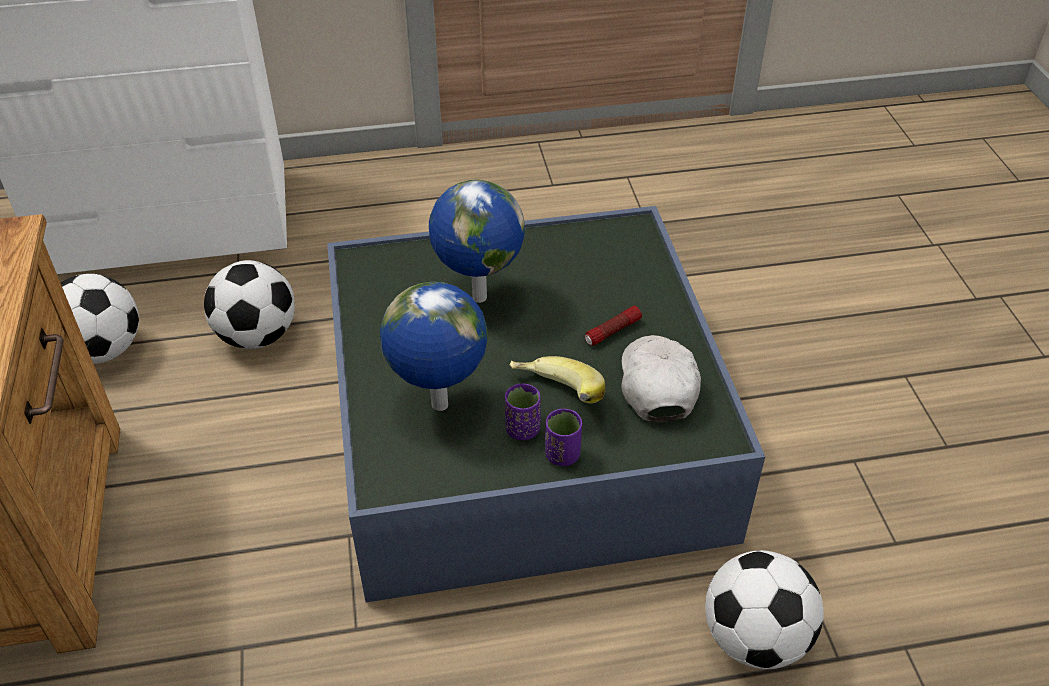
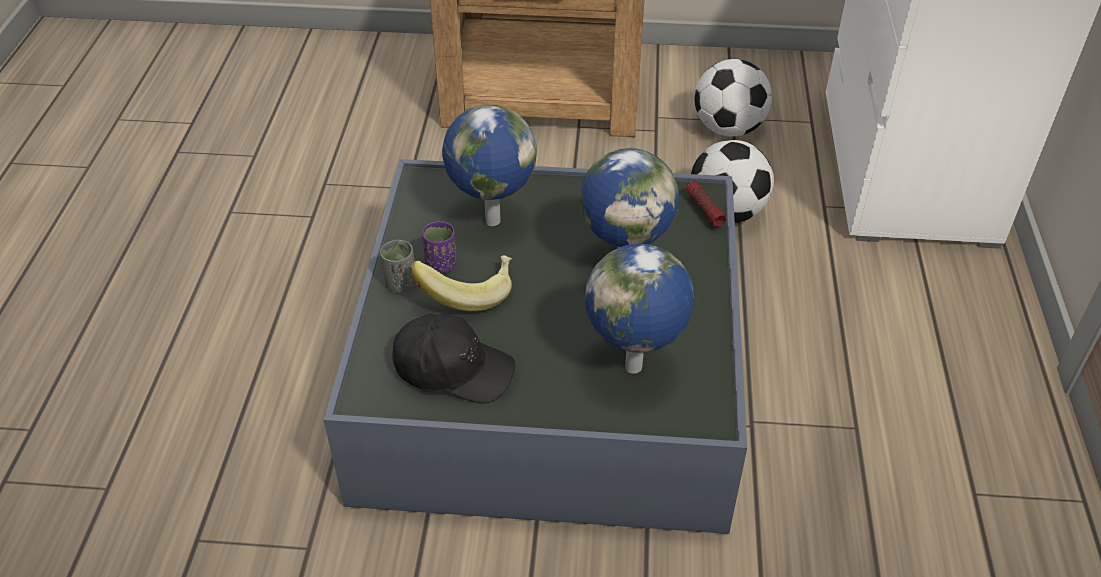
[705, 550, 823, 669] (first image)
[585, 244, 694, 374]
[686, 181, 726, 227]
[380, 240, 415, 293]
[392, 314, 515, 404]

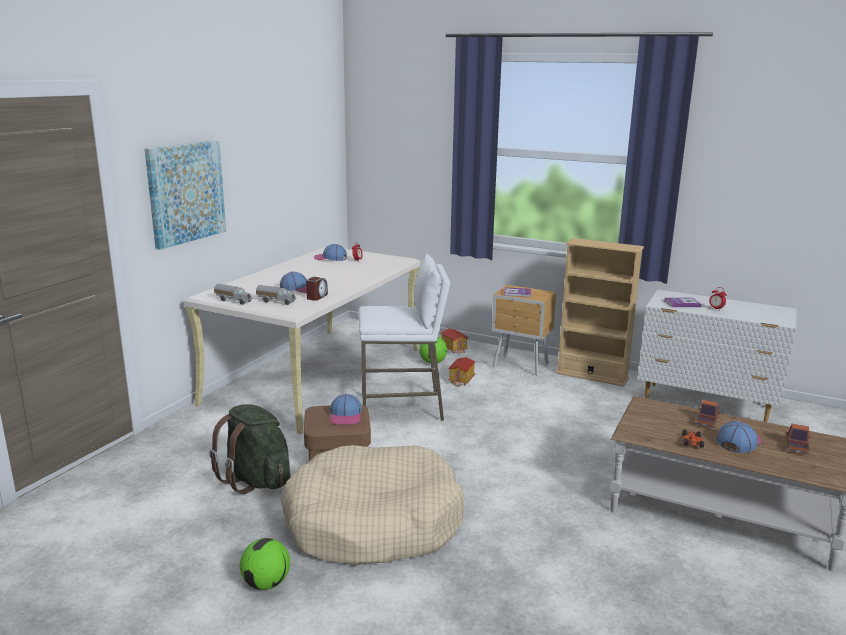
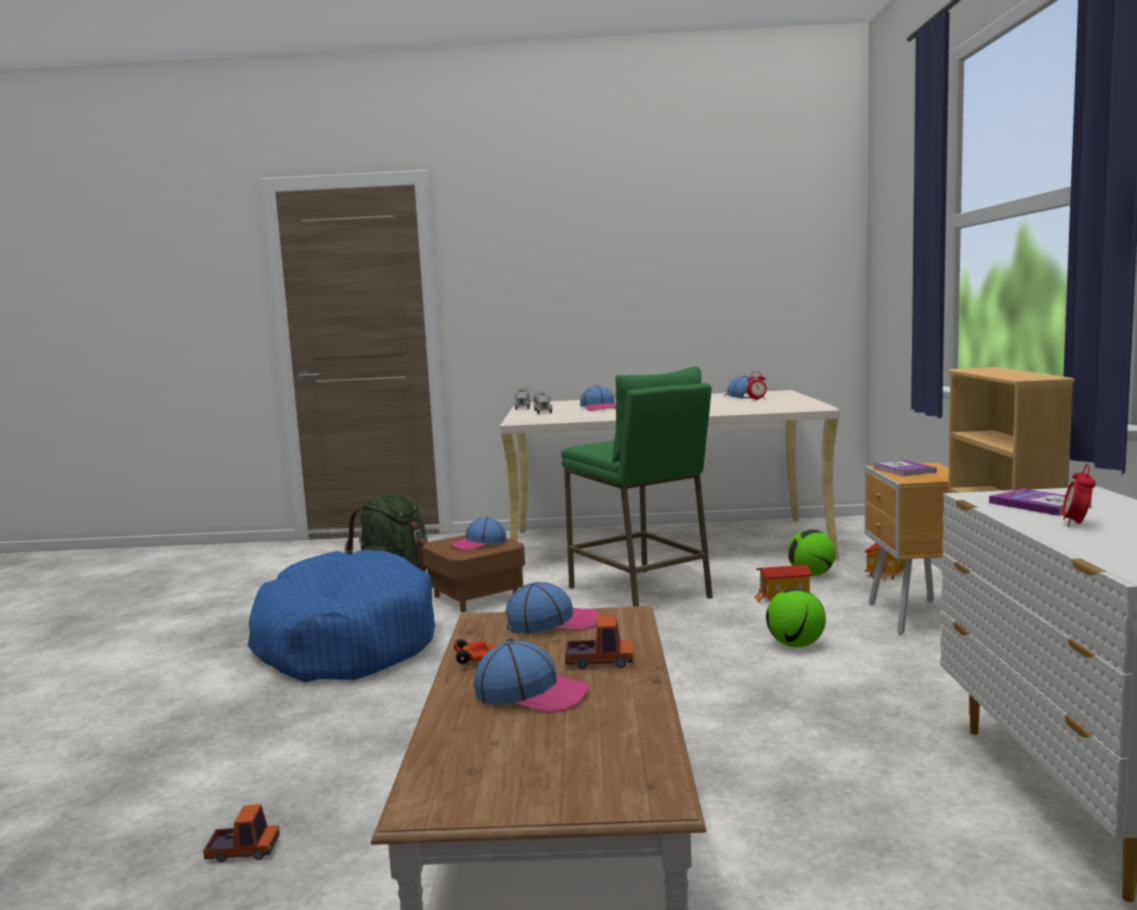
[145, 140, 226, 250] (first image)
[306, 277, 328, 301] (first image)
[505, 582, 600, 634]
[766, 588, 826, 647]
[203, 804, 280, 863]
[248, 550, 435, 682]
[561, 367, 713, 607]

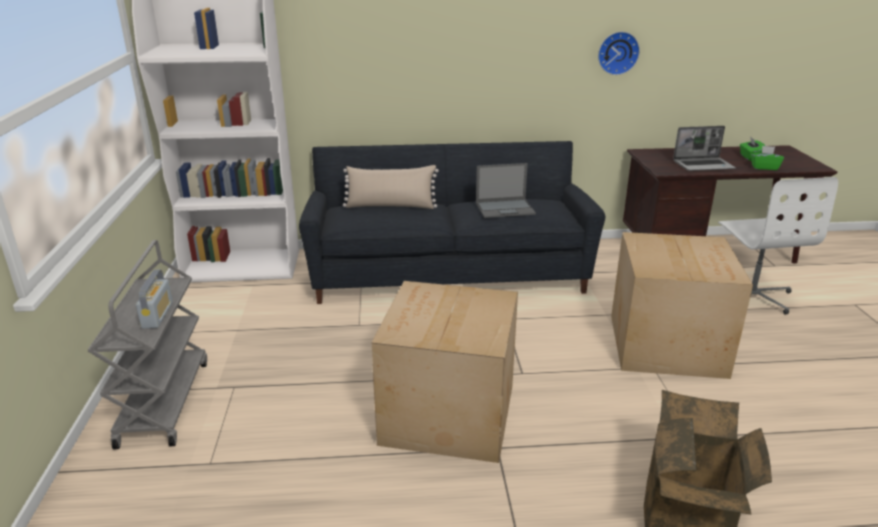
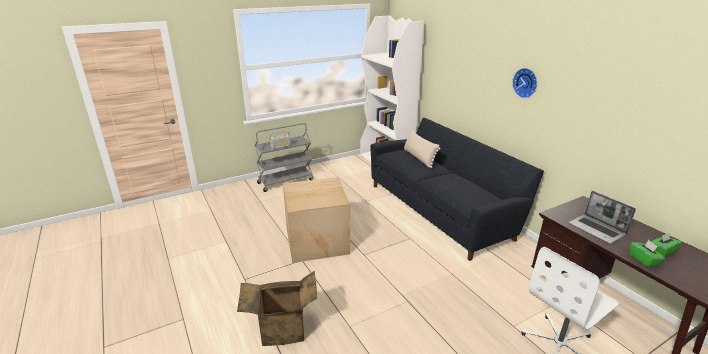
[476, 163, 536, 218] (first image)
[611, 232, 753, 379] (first image)
[512, 68, 537, 98]

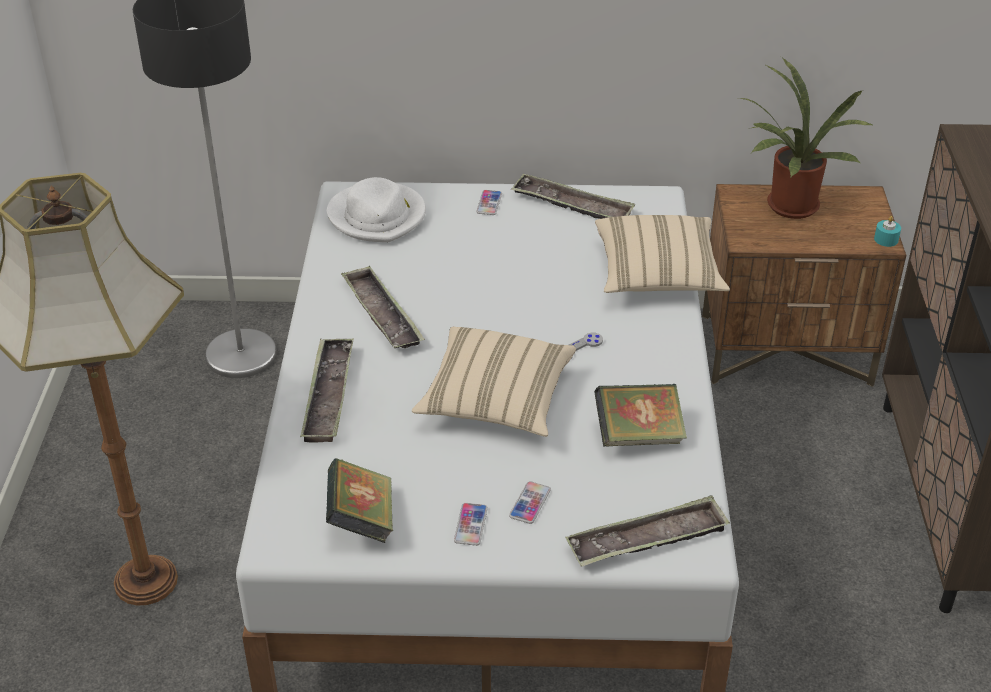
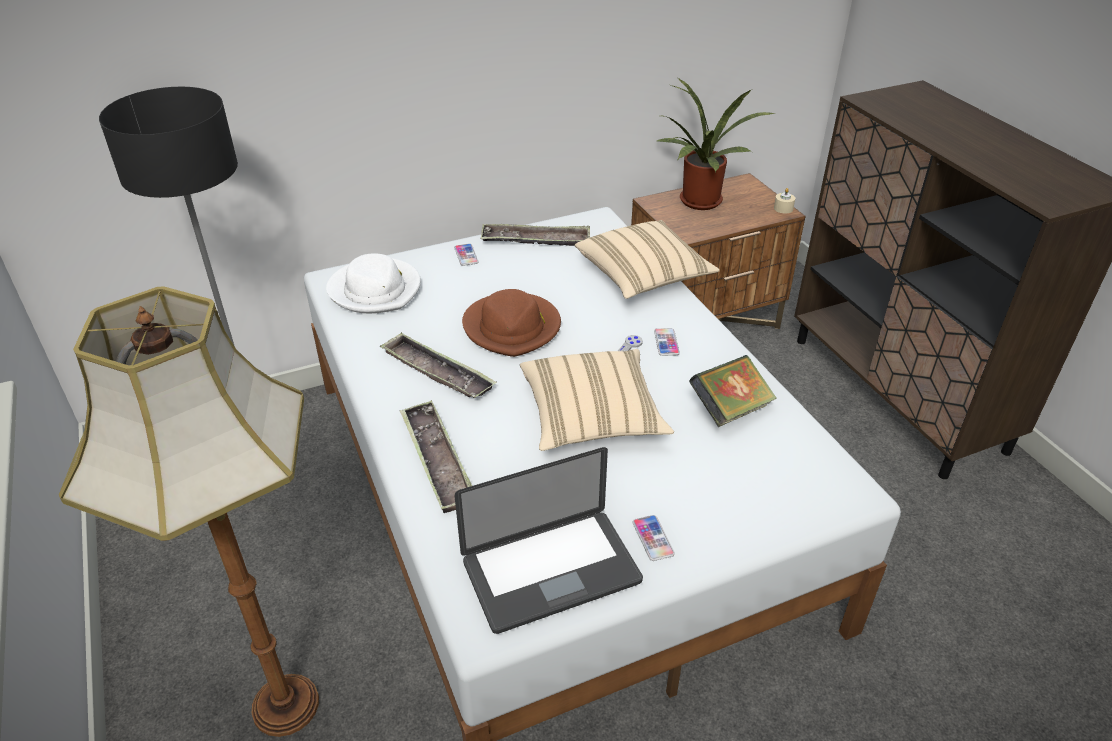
[565, 495, 730, 566] (first image)
[462, 289, 561, 357]
[654, 328, 680, 356]
[455, 447, 643, 634]
[774, 188, 795, 214]

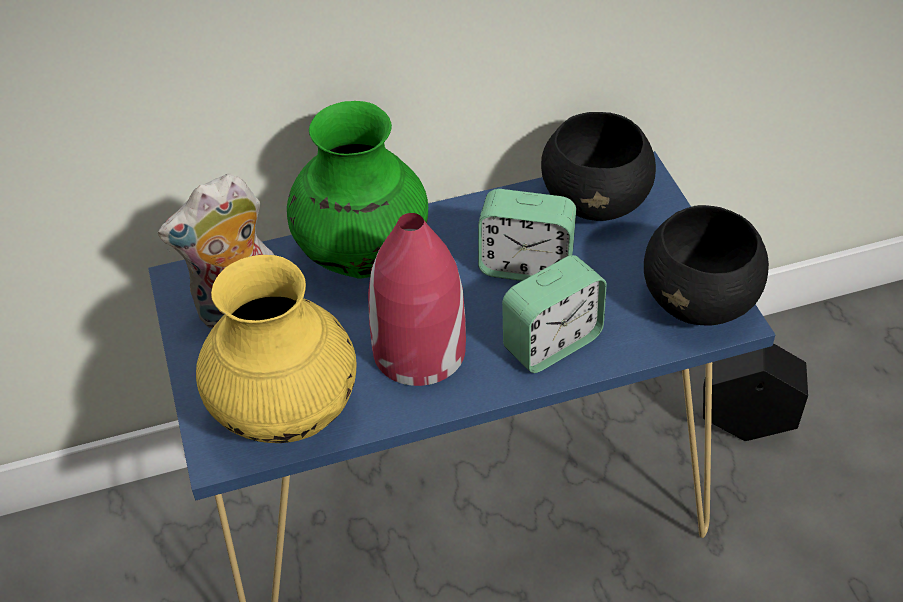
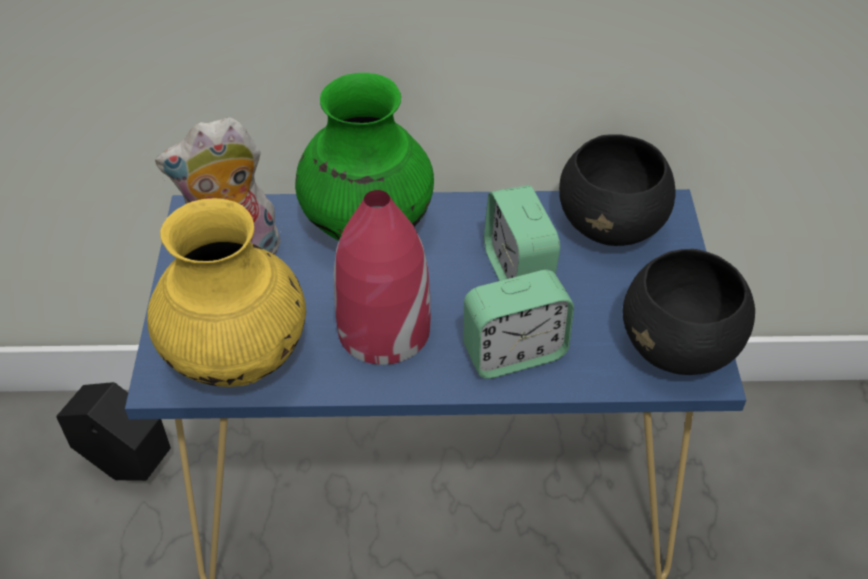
[56, 382, 171, 481]
[484, 185, 560, 281]

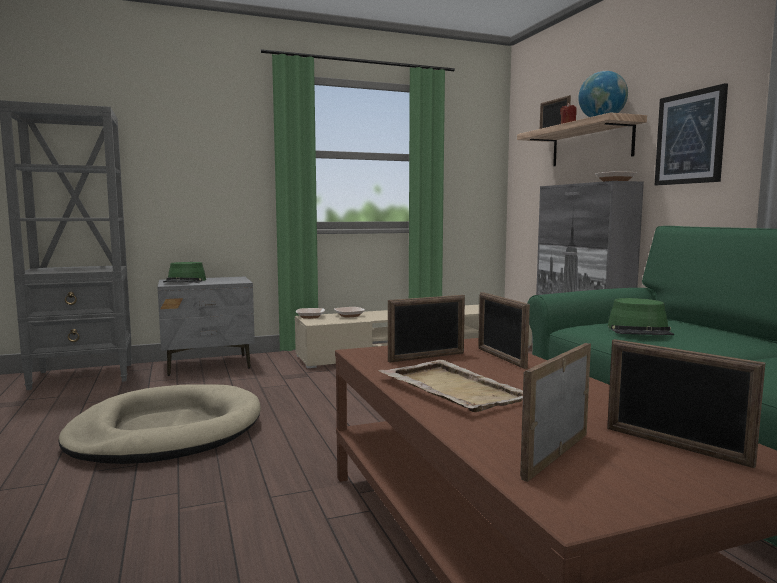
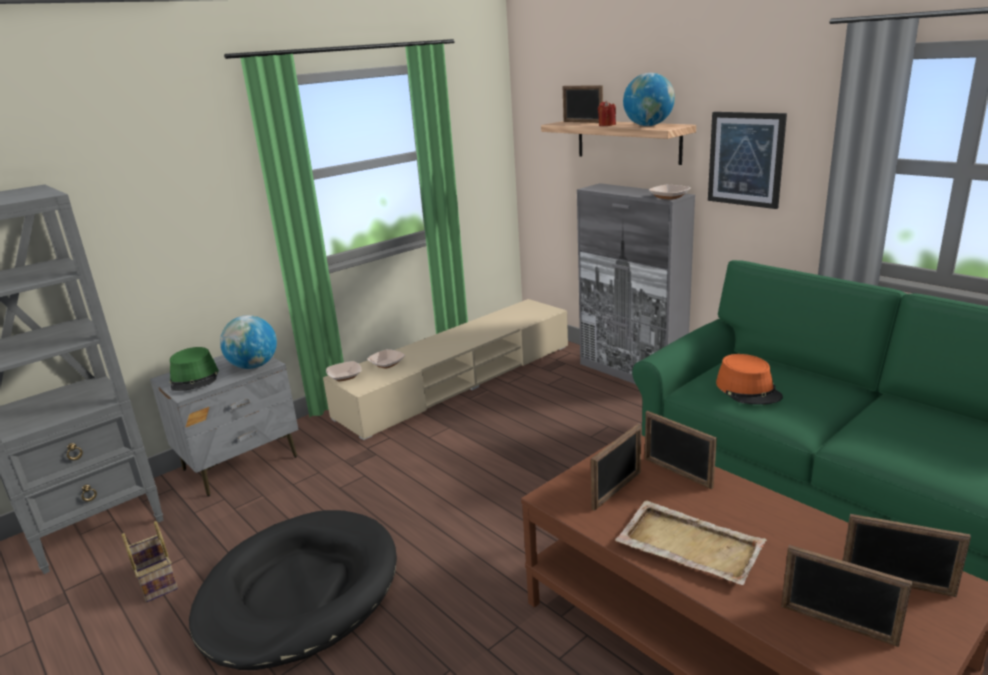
[122, 521, 178, 602]
[220, 315, 277, 369]
[189, 510, 397, 670]
[716, 354, 783, 405]
[781, 545, 912, 647]

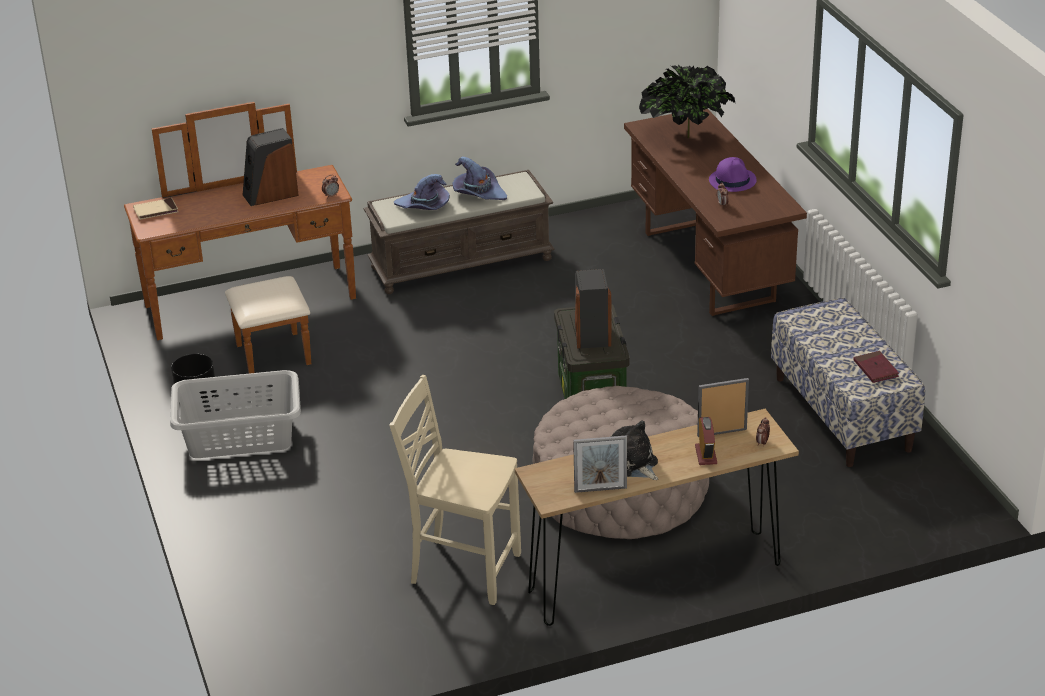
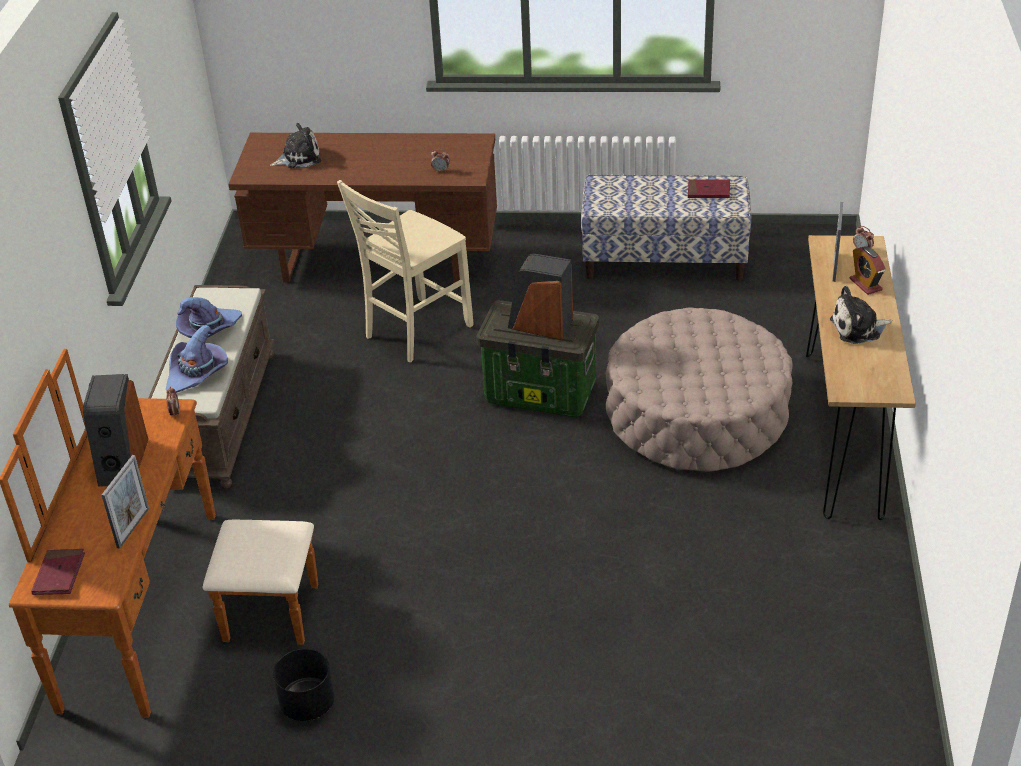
[170, 370, 301, 458] (first image)
[709, 157, 757, 192] (first image)
[337, 180, 473, 362]
[102, 455, 149, 549]
[270, 123, 321, 168]
[31, 549, 85, 595]
[849, 246, 886, 295]

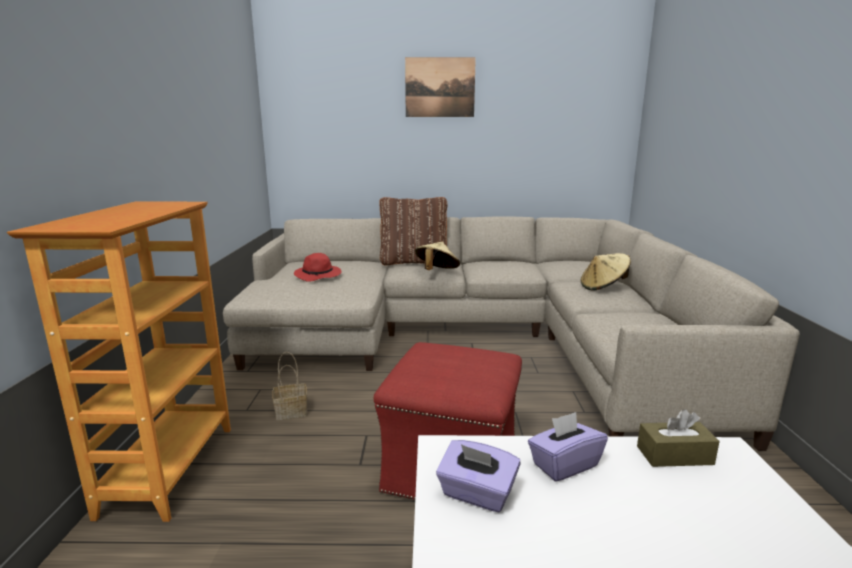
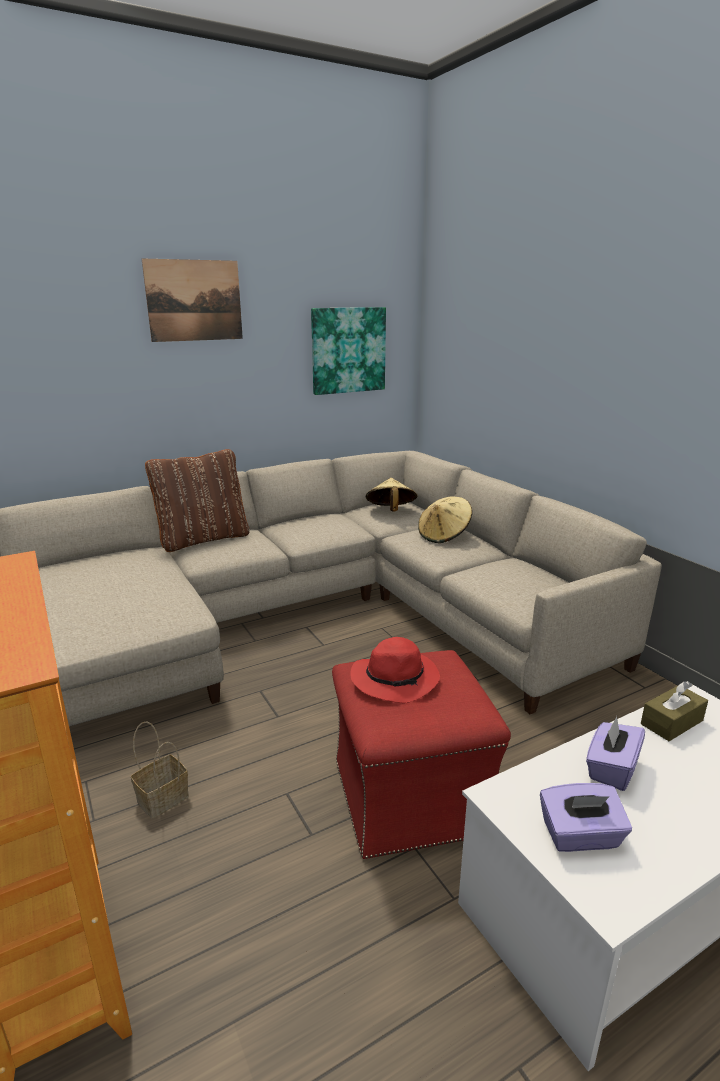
[311, 307, 386, 395]
[350, 637, 440, 703]
[366, 478, 417, 512]

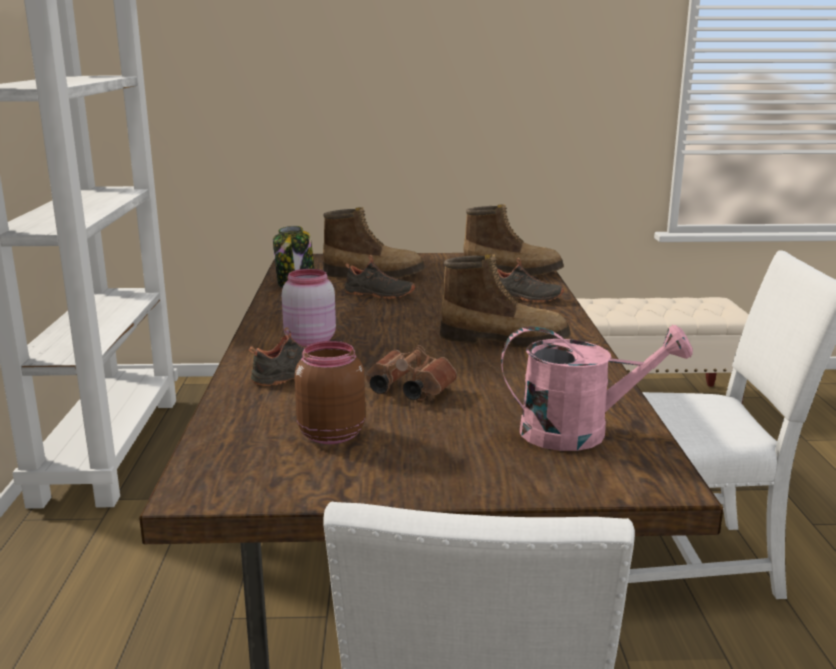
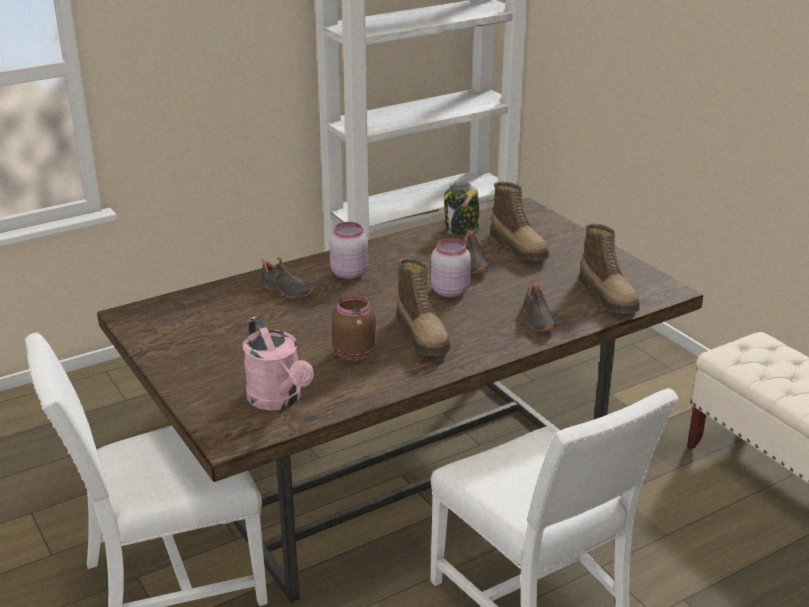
[365, 345, 457, 401] (first image)
[431, 238, 471, 297]
[332, 295, 376, 361]

